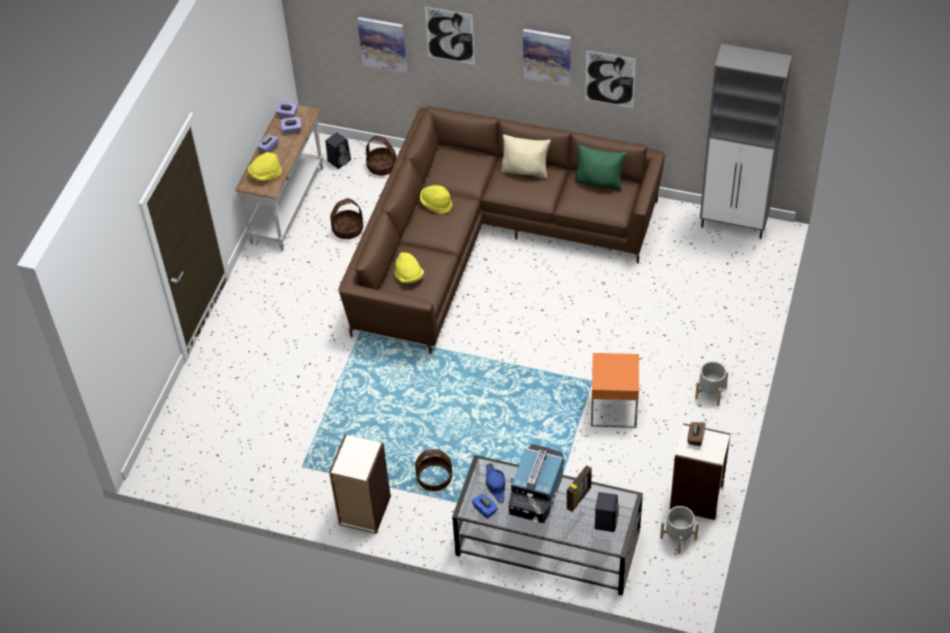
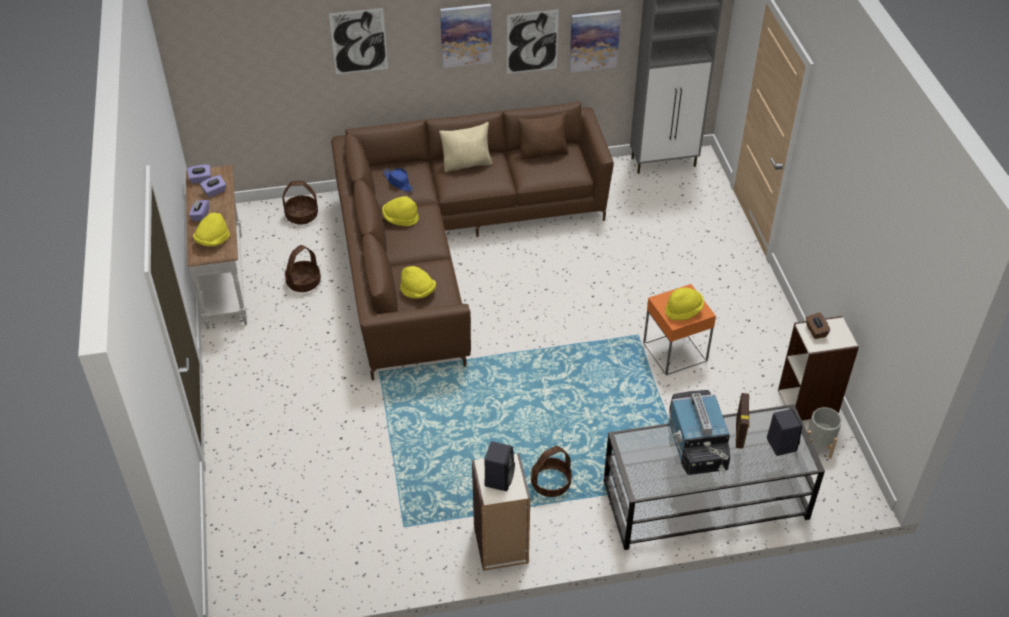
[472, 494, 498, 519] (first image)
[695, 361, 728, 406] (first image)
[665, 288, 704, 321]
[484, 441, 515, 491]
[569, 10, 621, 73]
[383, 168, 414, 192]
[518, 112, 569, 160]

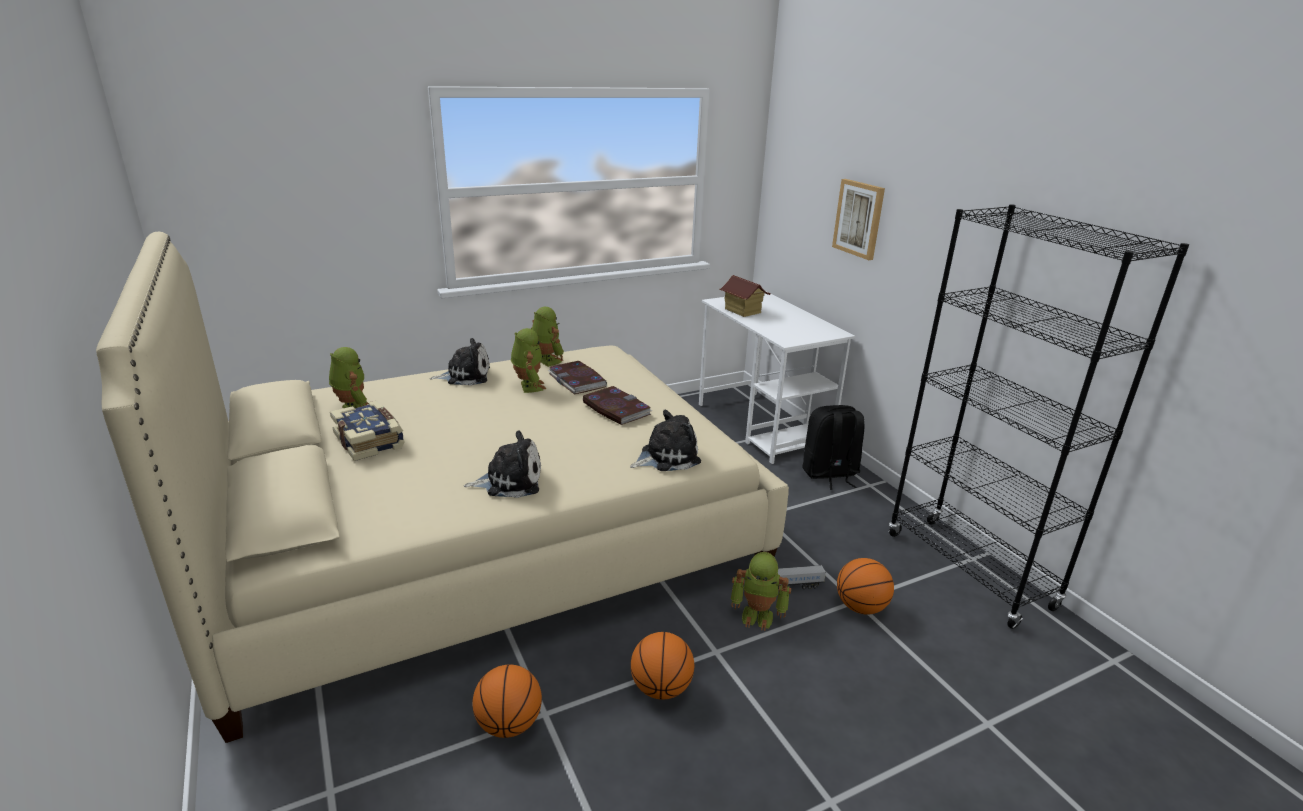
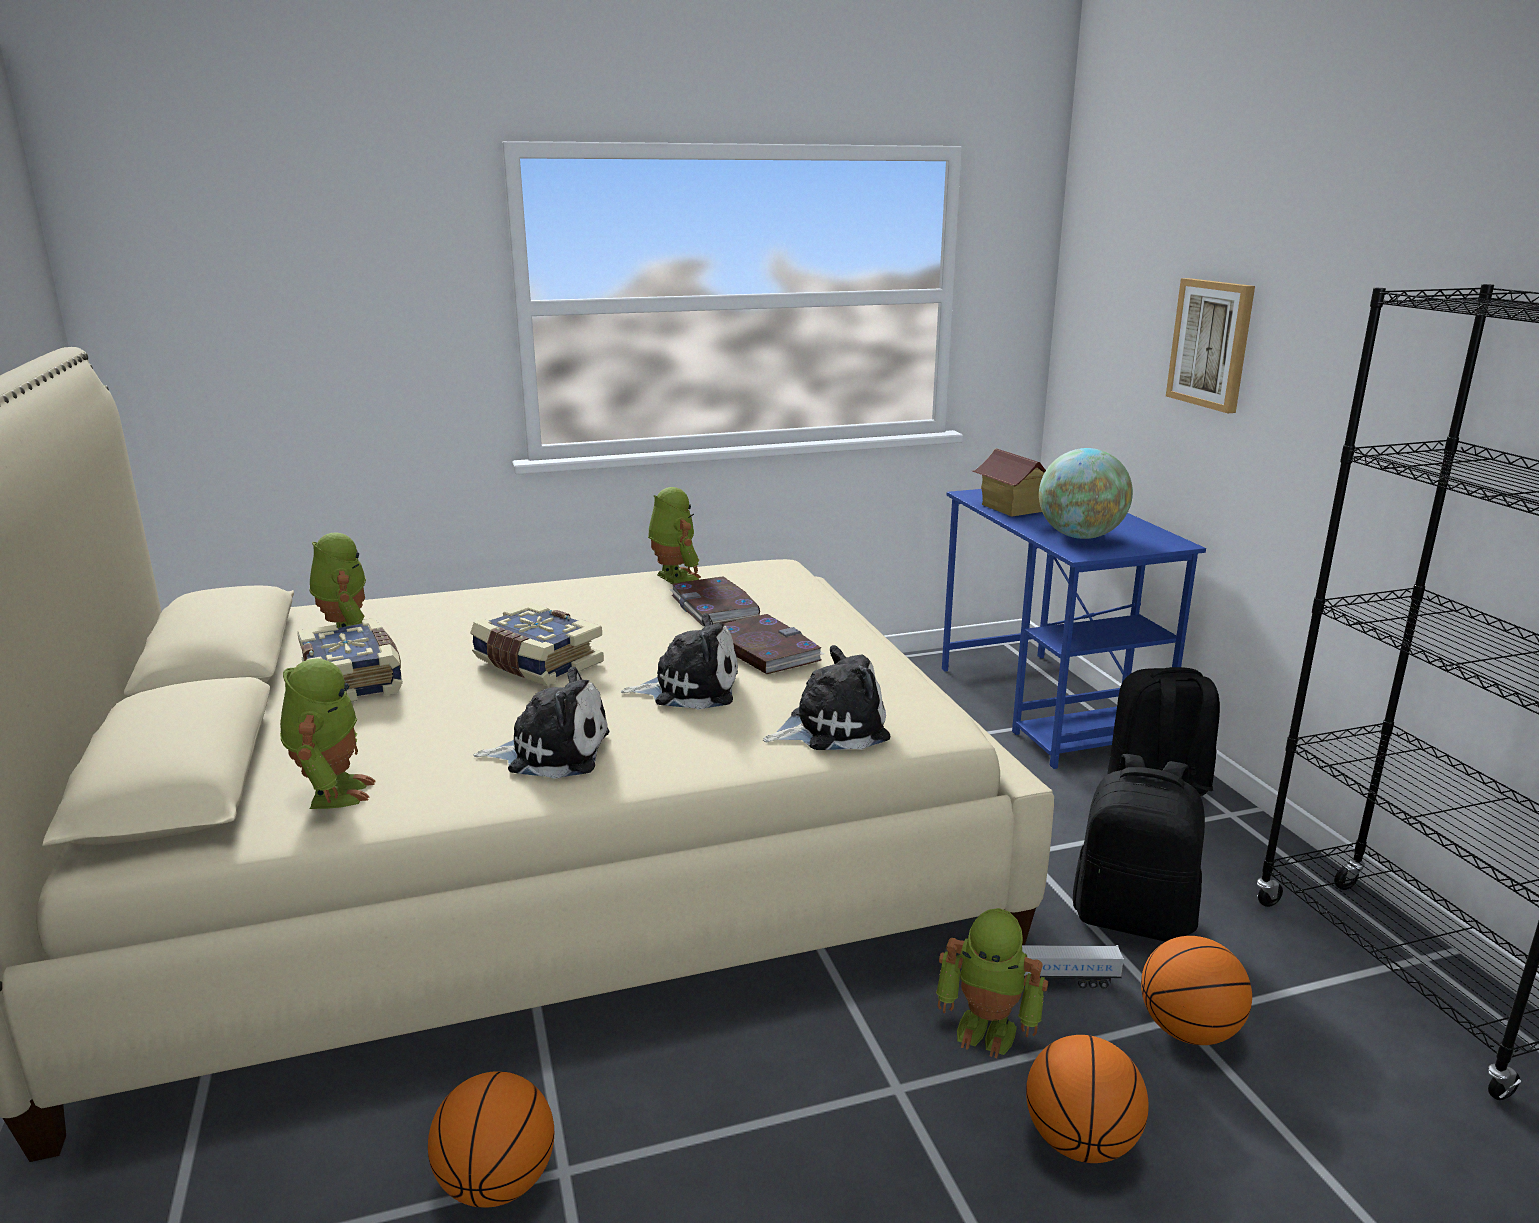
[470, 602, 604, 686]
[1039, 448, 1133, 539]
[1073, 754, 1205, 942]
[621, 613, 738, 710]
[280, 659, 376, 809]
[1026, 1035, 1149, 1163]
[942, 489, 1206, 769]

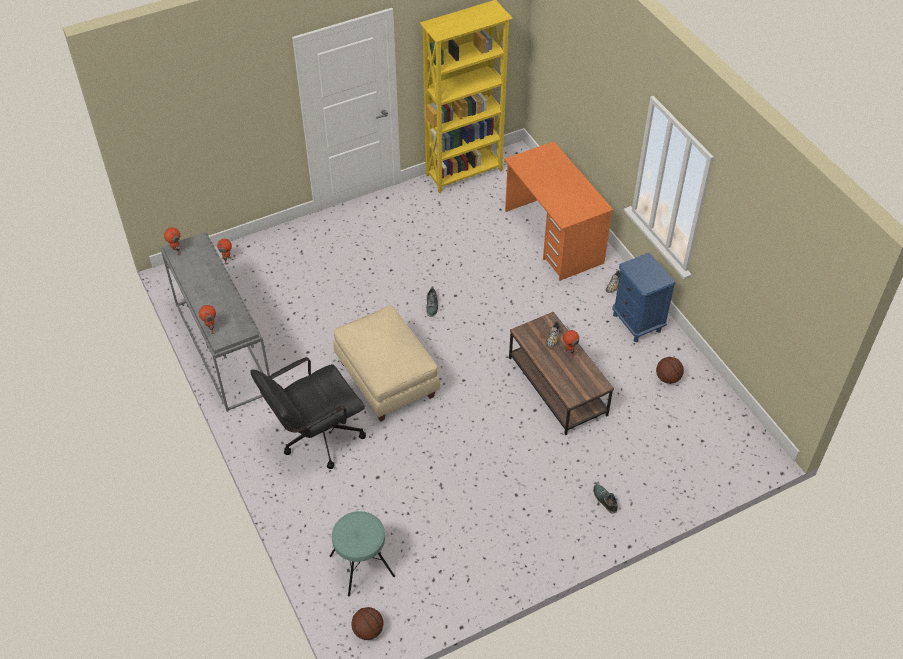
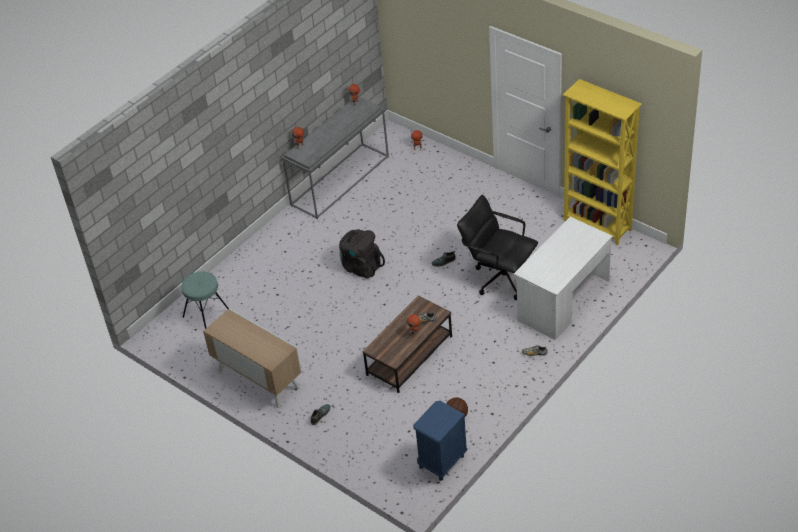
[351, 607, 384, 640] (first image)
[203, 308, 302, 408]
[457, 195, 538, 300]
[413, 401, 468, 481]
[339, 229, 385, 279]
[514, 217, 613, 340]

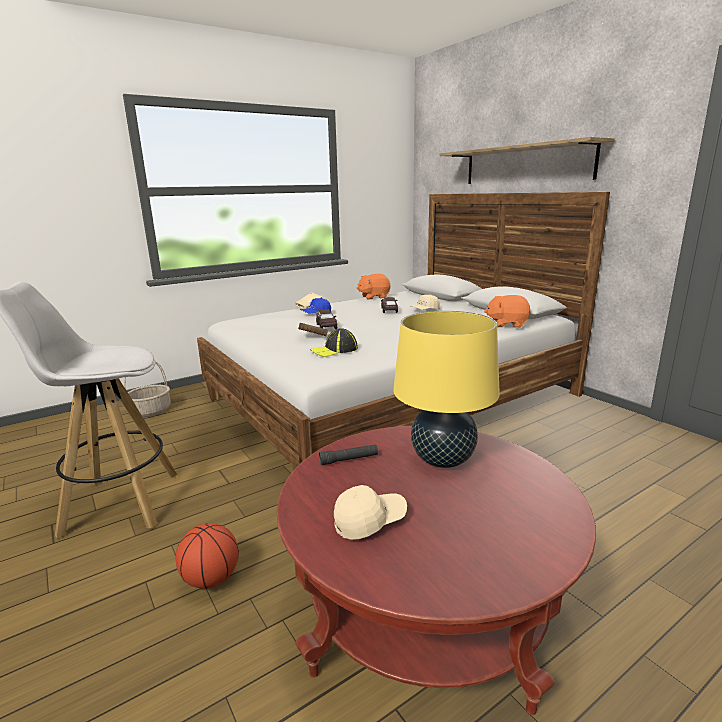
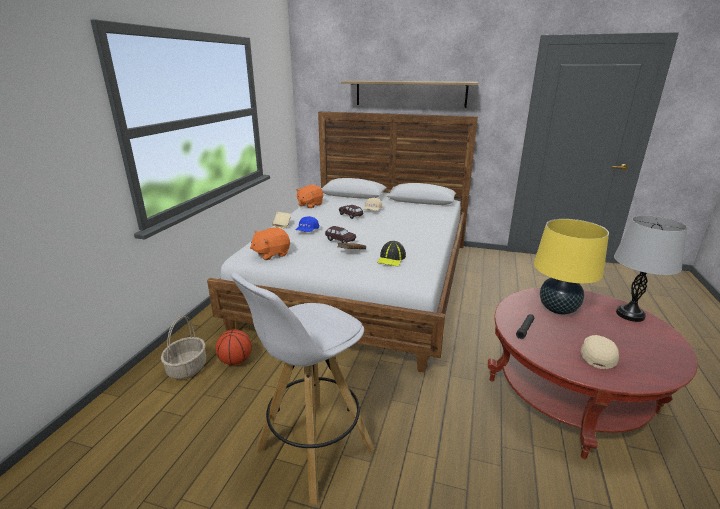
[614, 216, 687, 322]
[216, 329, 252, 365]
[250, 227, 290, 260]

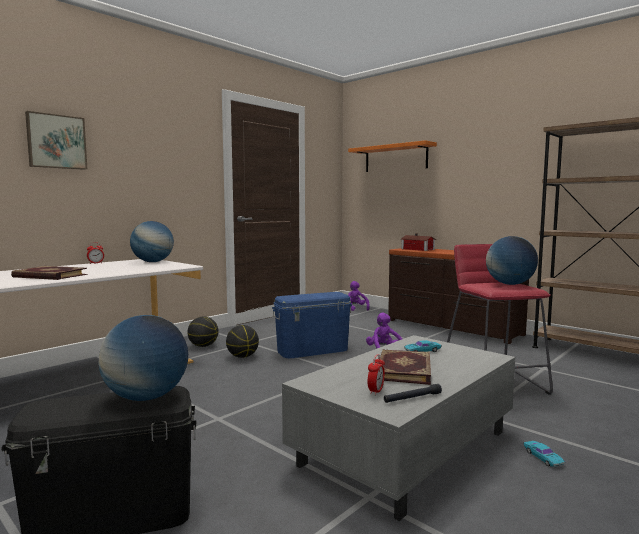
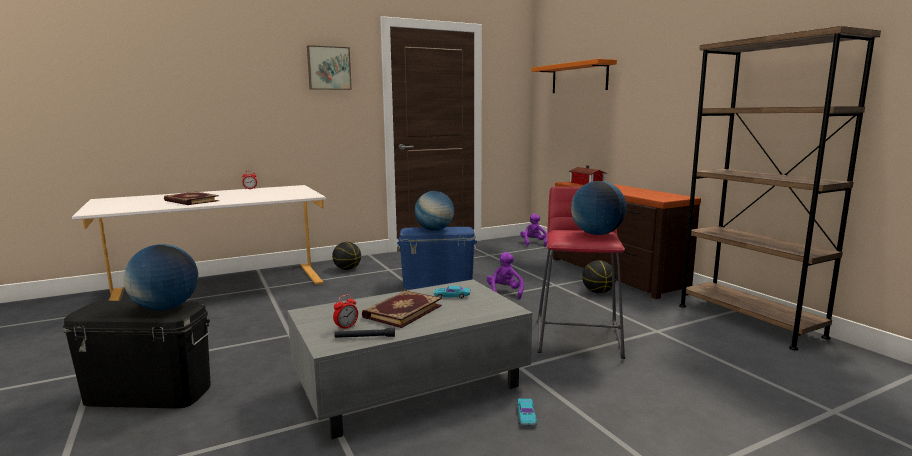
[307, 45, 352, 90]
[415, 191, 454, 231]
[582, 260, 616, 293]

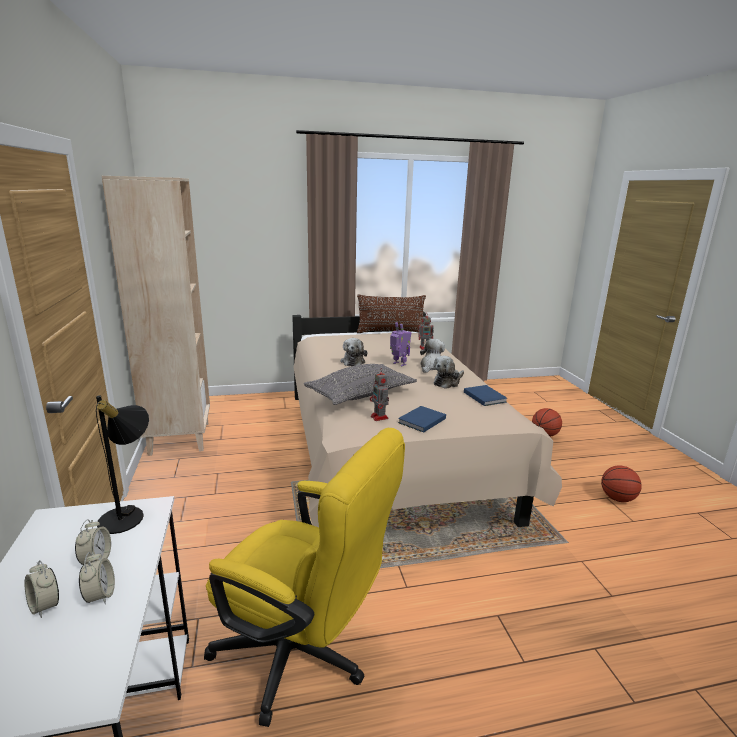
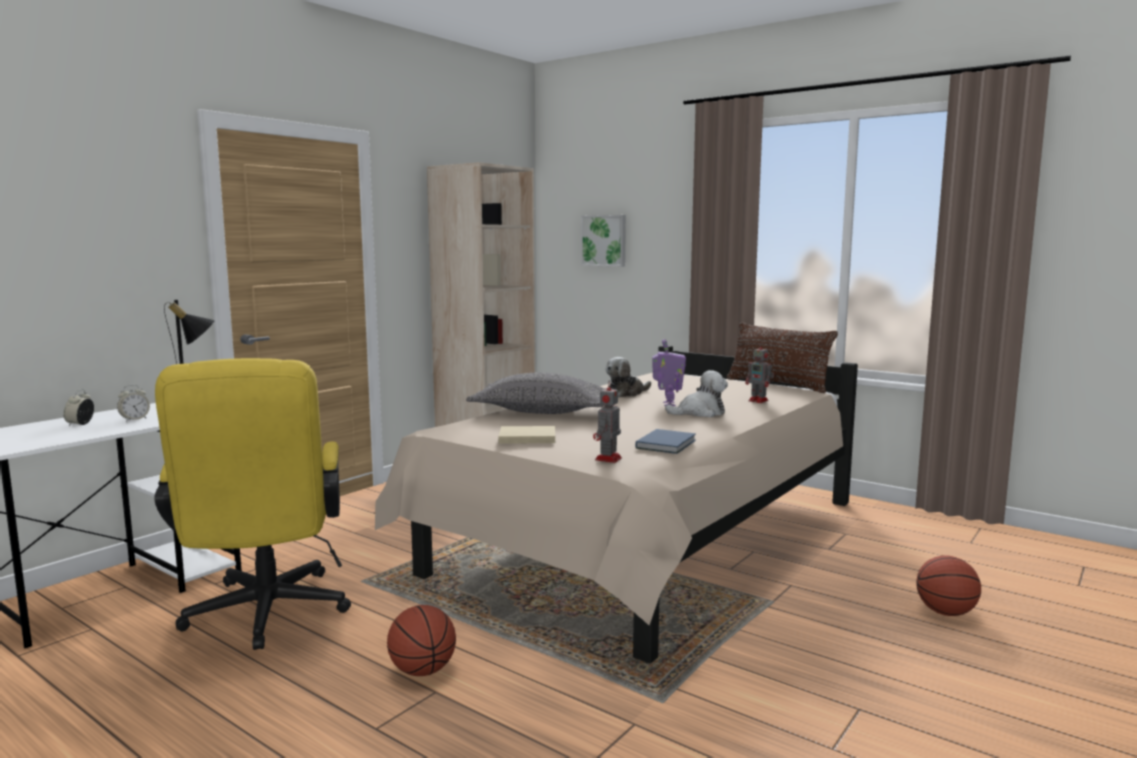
[79, 552, 115, 604] (first image)
[434, 356, 464, 389] (first image)
[581, 215, 626, 267]
[593, 380, 622, 463]
[387, 605, 456, 676]
[499, 426, 555, 443]

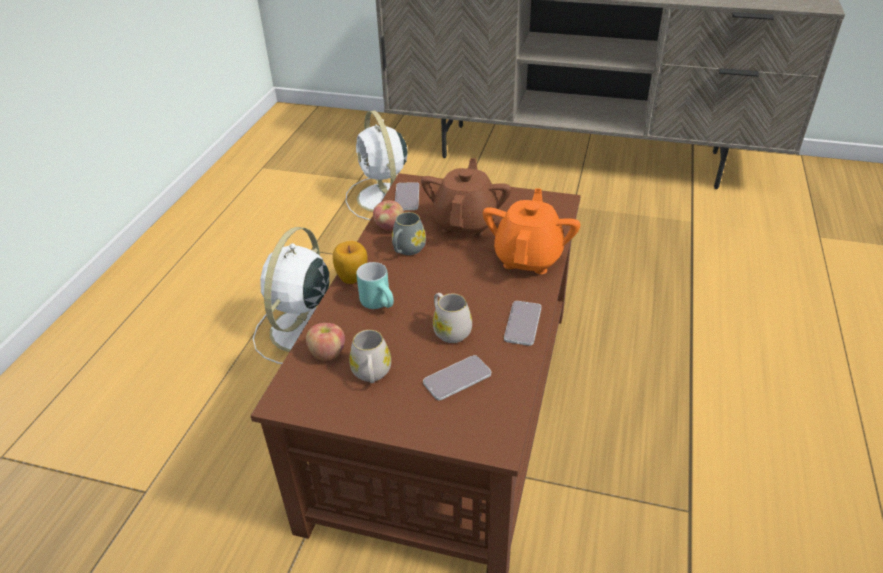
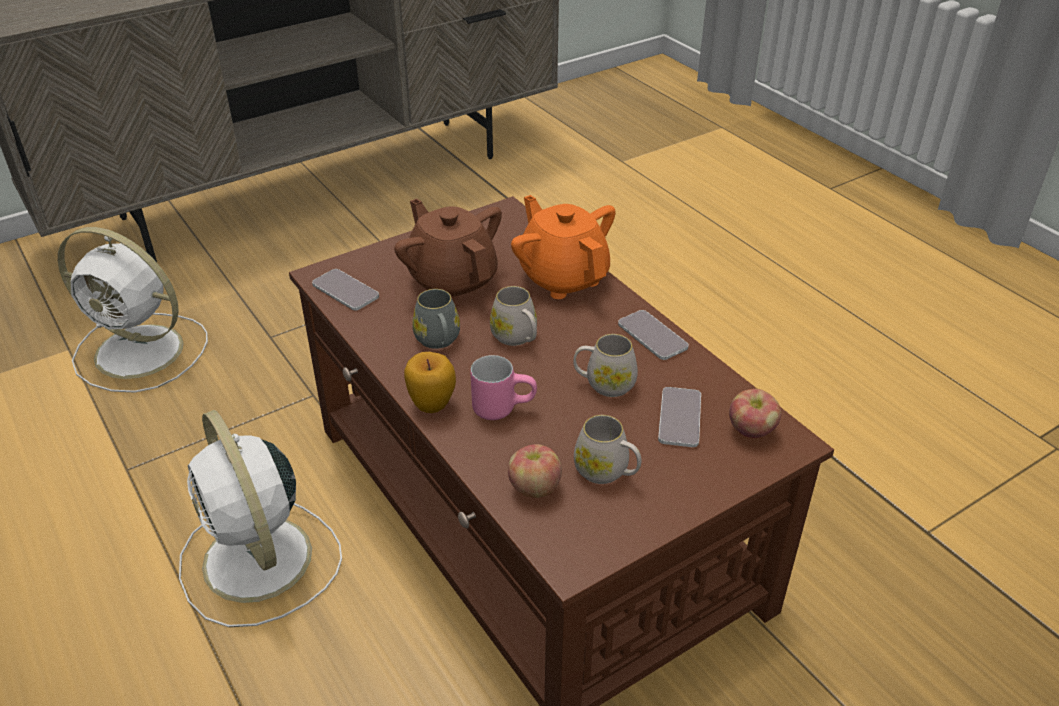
[490, 286, 537, 346]
[729, 389, 781, 438]
[470, 355, 537, 420]

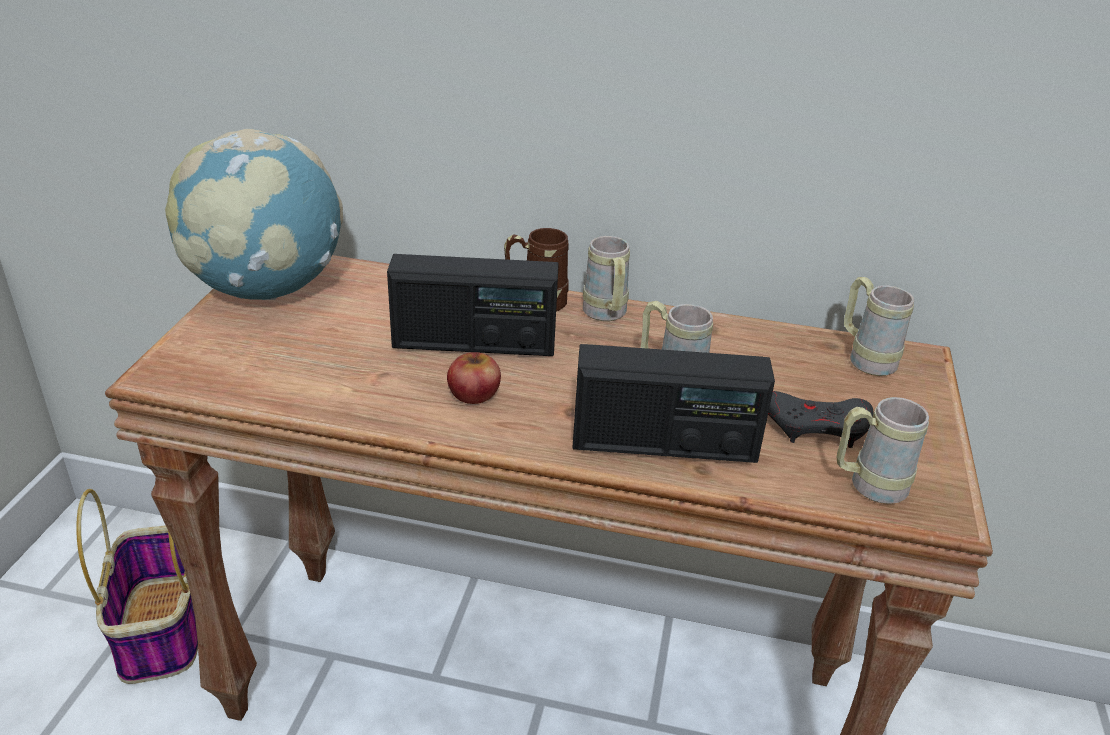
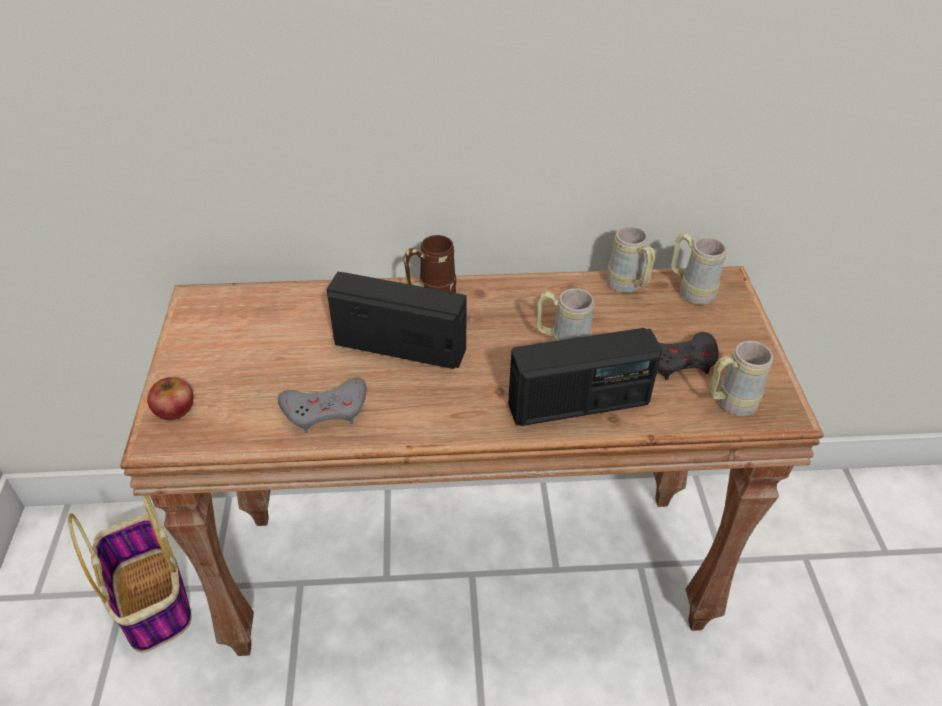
[165, 129, 343, 300] (first image)
[278, 378, 367, 433]
[147, 377, 194, 420]
[606, 226, 655, 293]
[327, 272, 467, 369]

